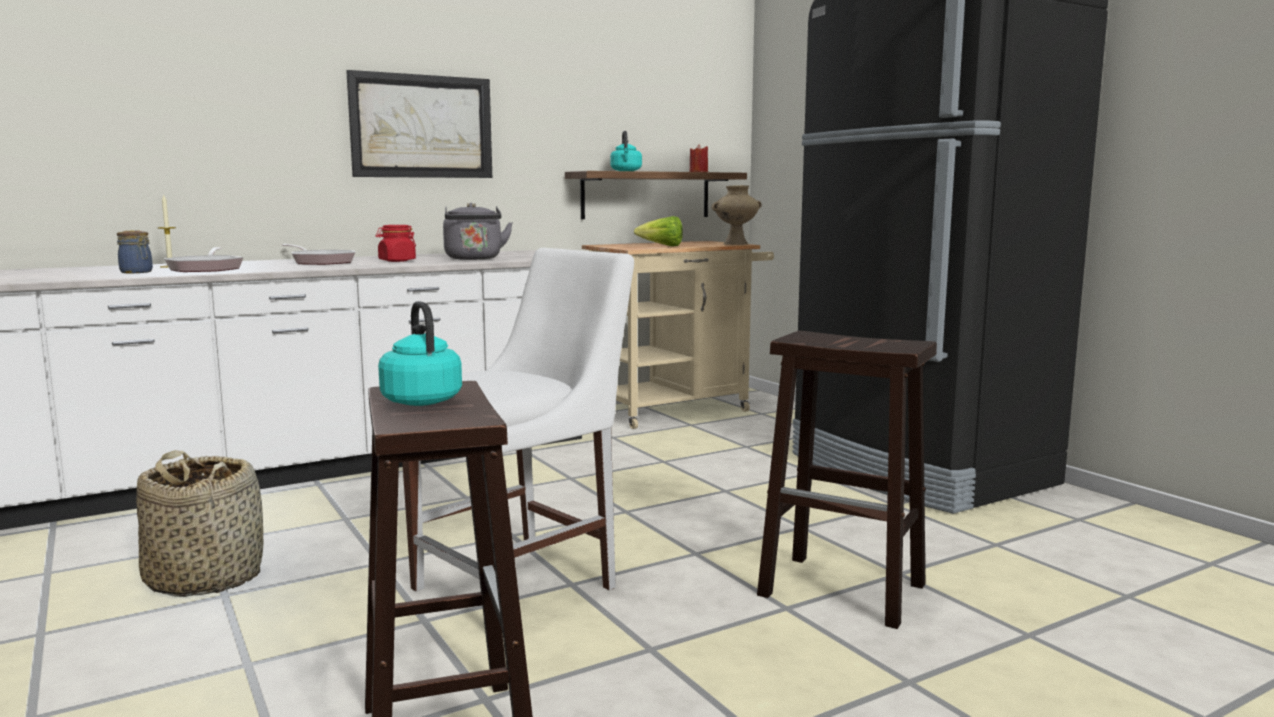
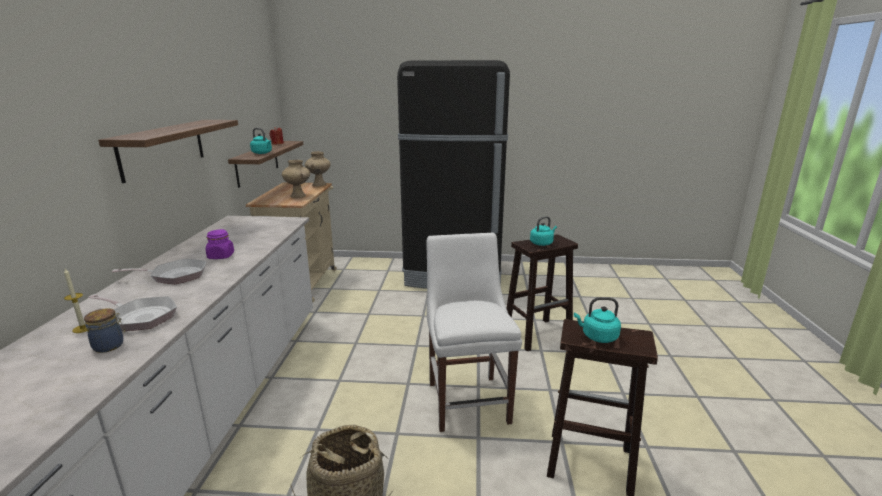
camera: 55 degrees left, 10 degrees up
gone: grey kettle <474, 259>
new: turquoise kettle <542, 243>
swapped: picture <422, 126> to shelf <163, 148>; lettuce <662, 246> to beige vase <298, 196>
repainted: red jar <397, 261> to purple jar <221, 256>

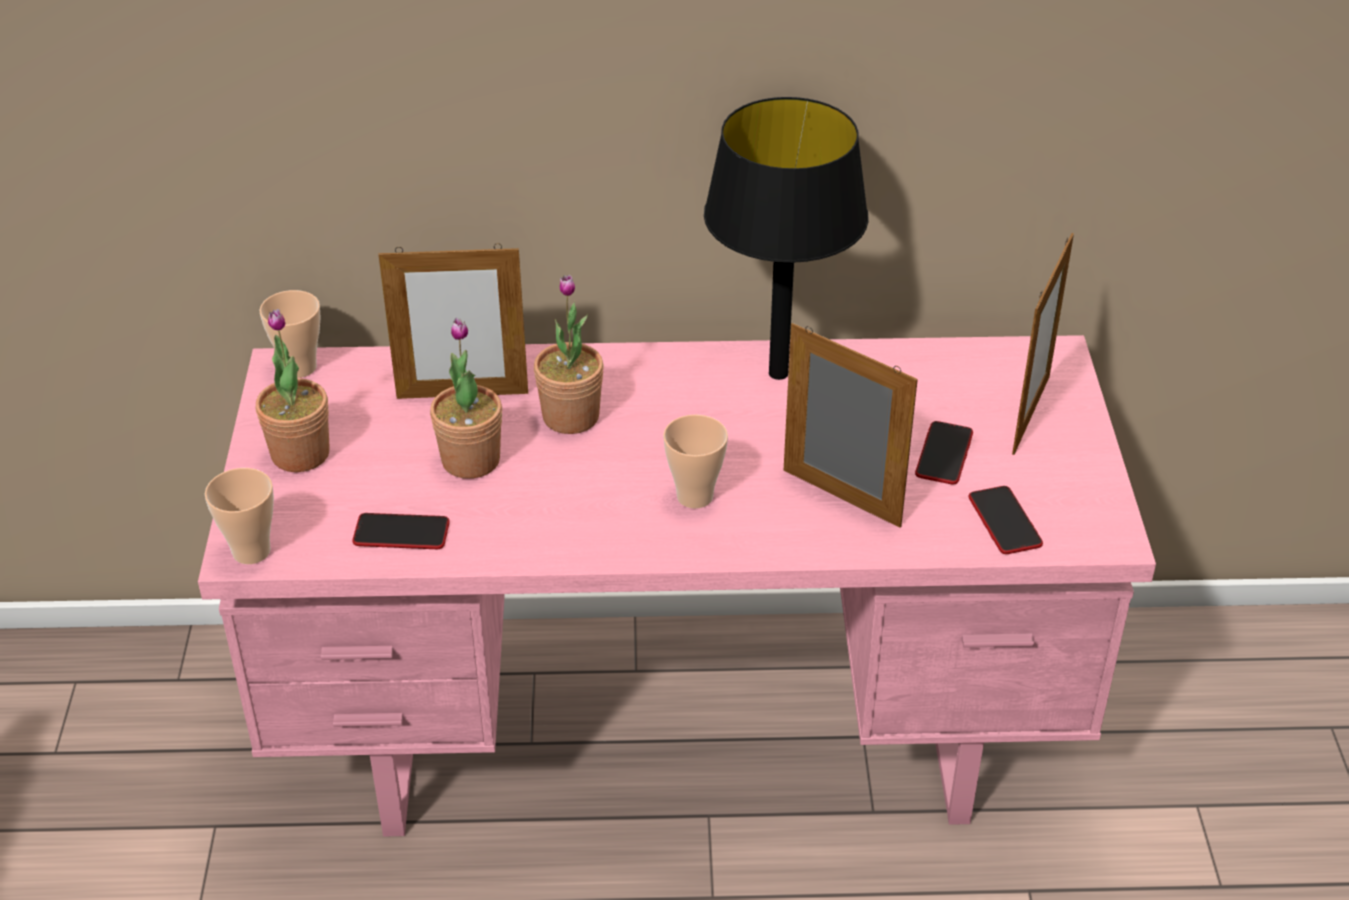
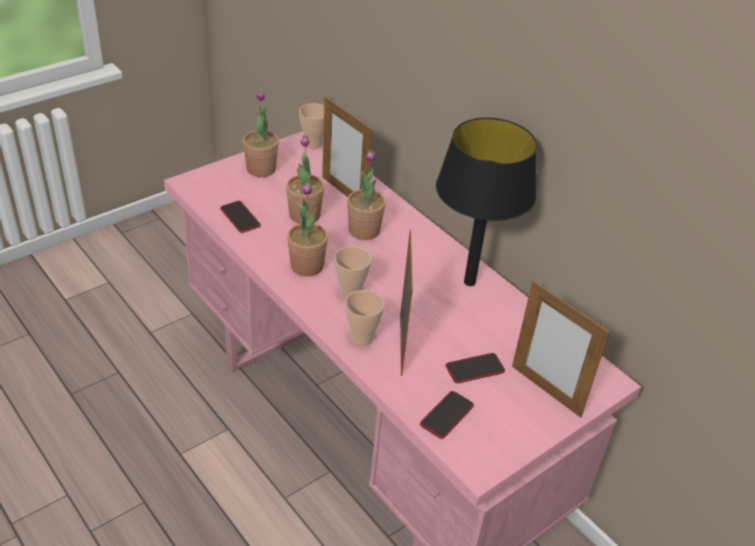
camera: 50 degrees right, 0 degrees up
new: potted plant <307, 266>
shifted: cup <251, 551> to <362, 338>
rotated: picture frame <1031, 414> = <546, 391> 60 degrees clockwise

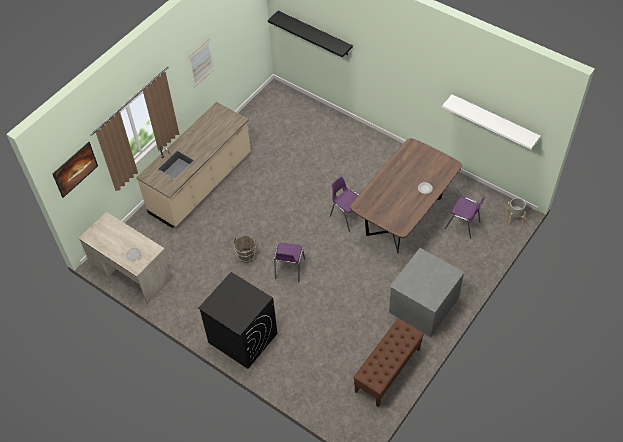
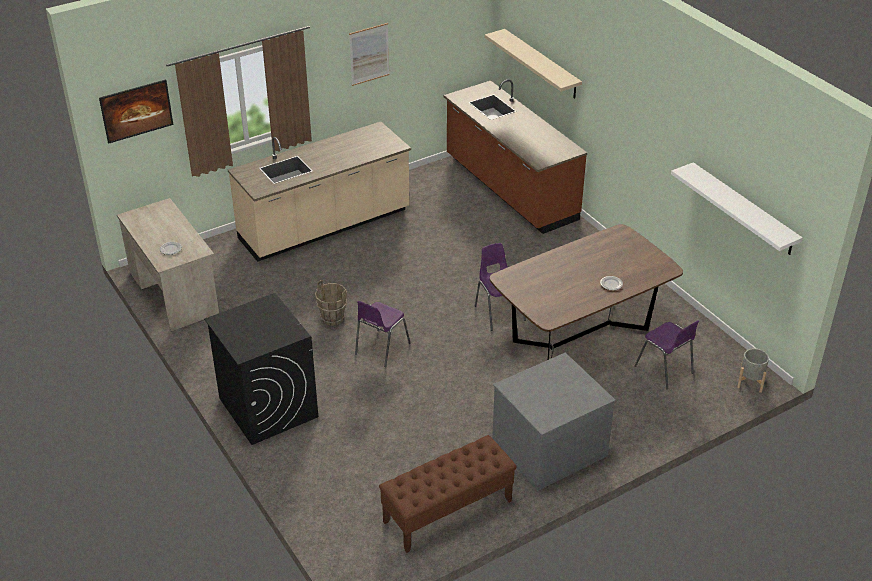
camera: 20 degrees right, 15 degrees down
new: brown counter <509, 189>
repainted: black shelf <314, 33> to beige shelf <541, 64>

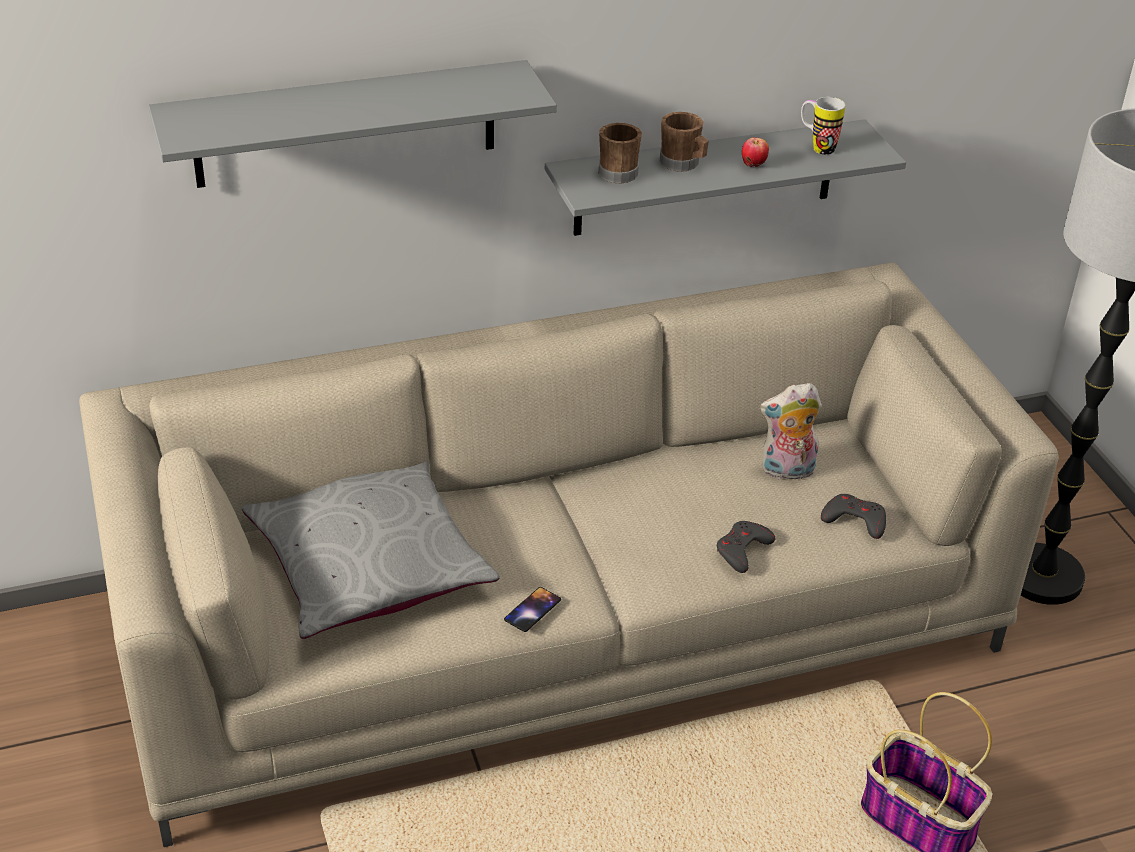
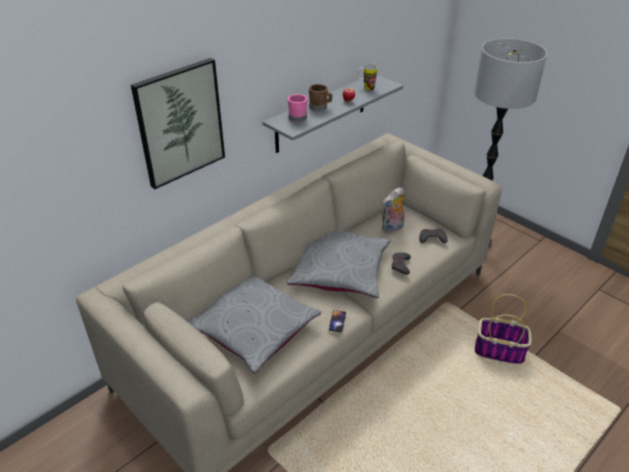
camera: 25 degrees left, 0 degrees up
new: grey pillow <340, 271>
swapped: grey shelf <345, 124> to picture <180, 123>
repainted: brown mug <619, 171> to pink mug <297, 117>

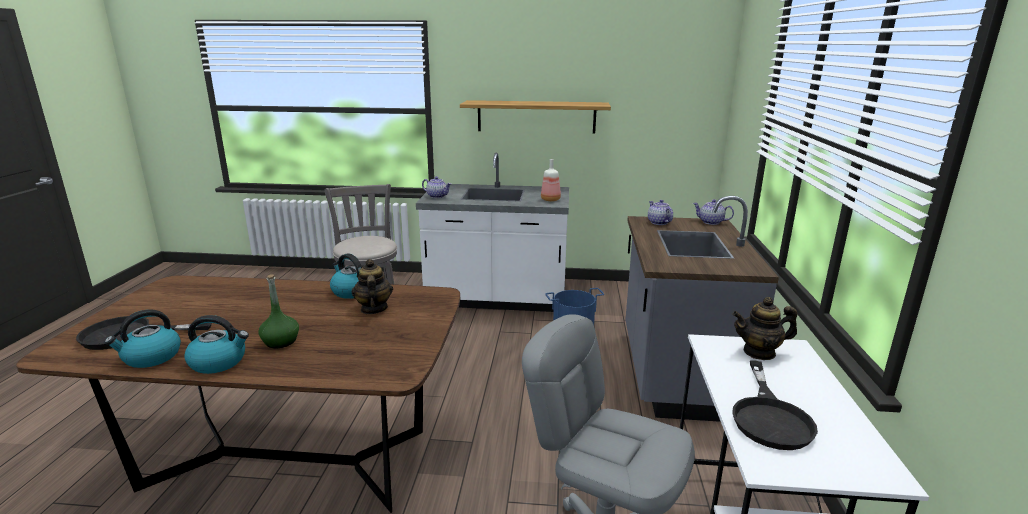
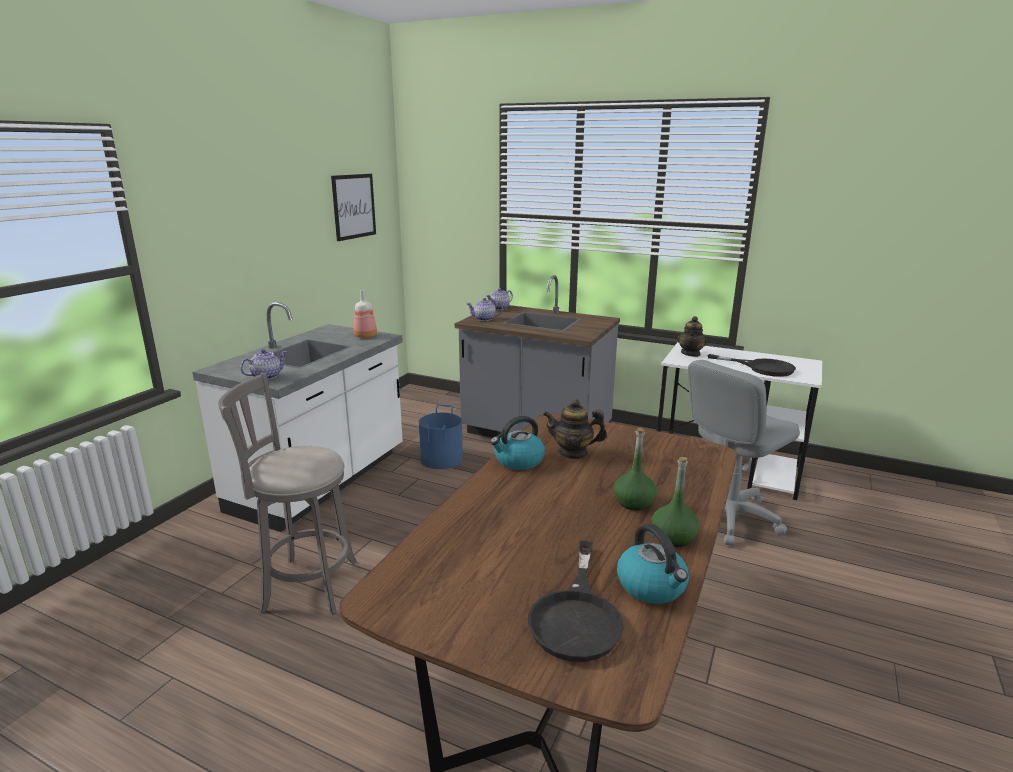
camera: 70 degrees left, 0 degrees up
gone: shelf <536, 116>
new: picture <354, 206>
swapped: kettle <219, 362> to green bottle <673, 537>

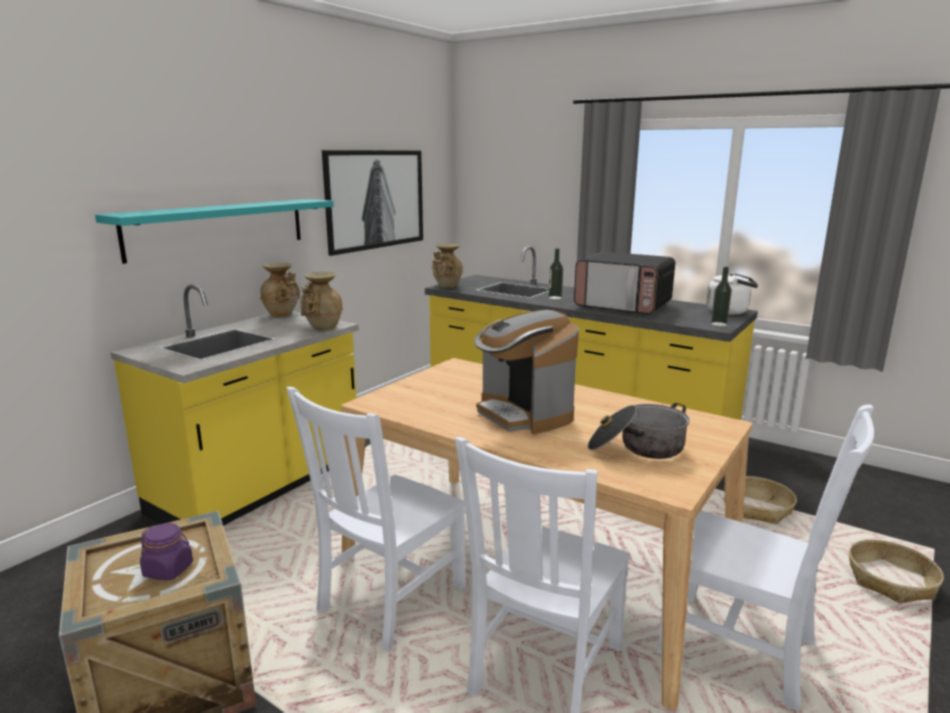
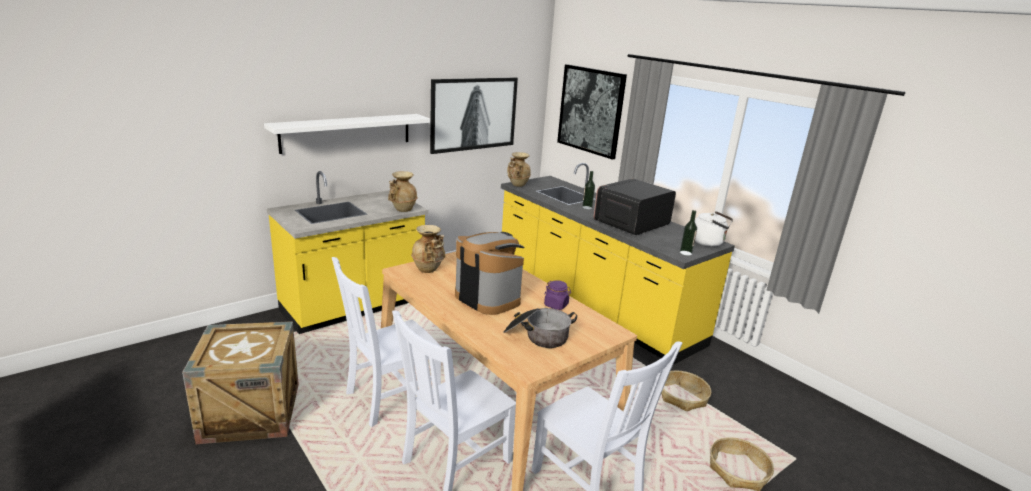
camera: 15 degrees right, 5 degrees up
new: picture <590, 110>
shifted: purple jar <168, 570> to <556, 305>; beige vase <283, 314> to <429, 269>
repainted: turquoise shelf <219, 228> to white shelf <347, 132>
rotated: coffee machine <524, 414> = <488, 298> 150 degrees clockwise; microwave <623, 306> = <631, 224> 90 degrees clockwise

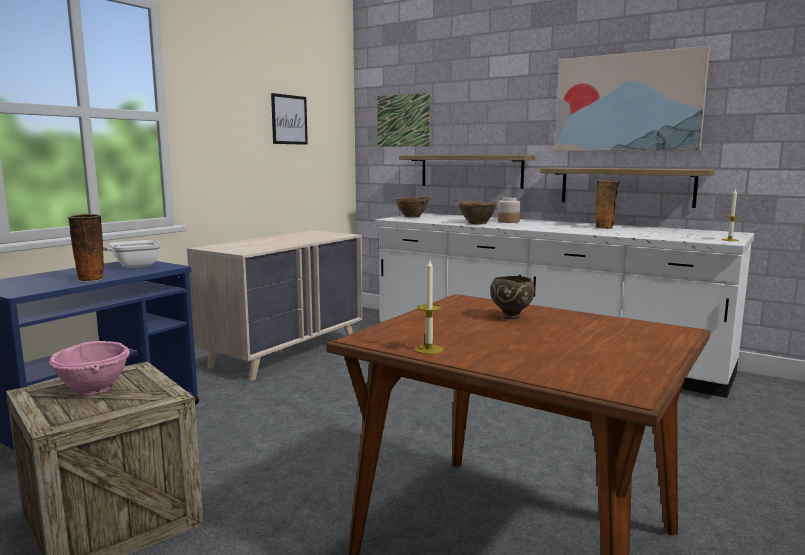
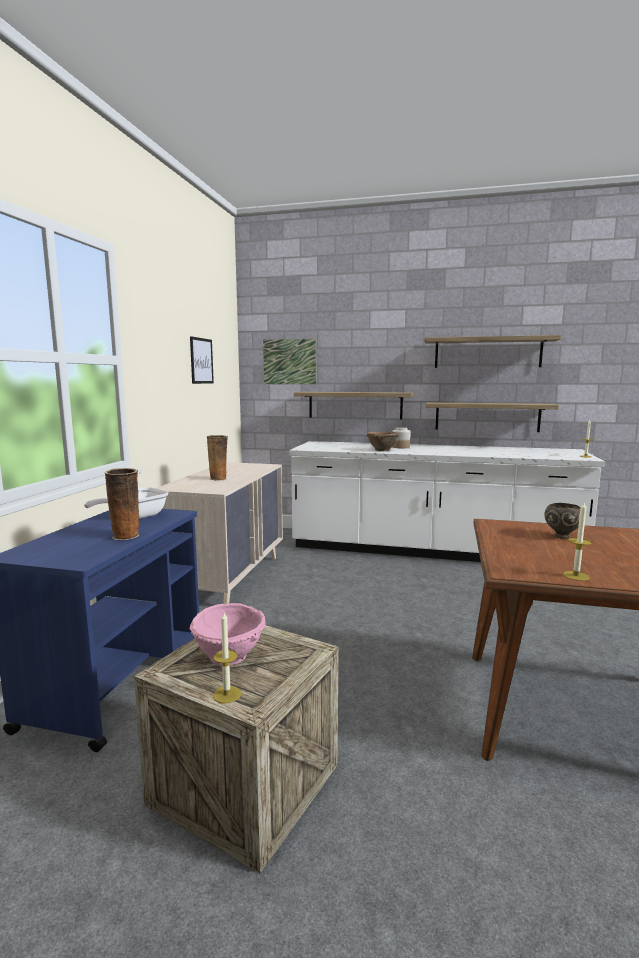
camera: 20 degrees left, 0 degrees up
gone: brown bowl <412, 217>
new: candle <227, 694>
shifted: vase <604, 228> to <219, 479>
swapped: picture <627, 102> to shelf <487, 352>

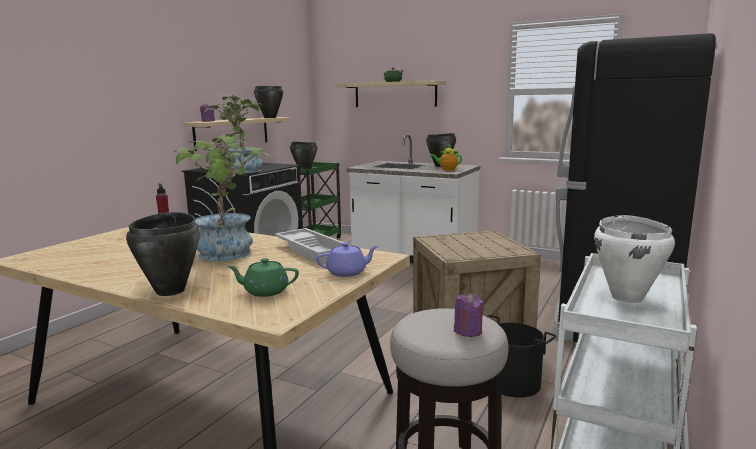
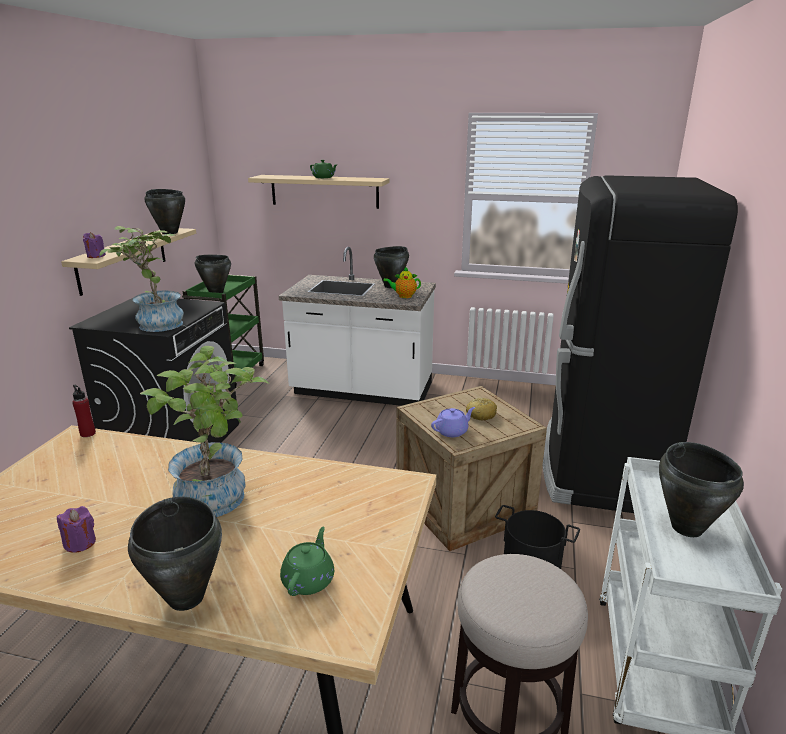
camera: 15 degrees left, 10 degrees up
gone: white tray <314, 251>
new: bread <481, 415>
shifted: purple teapot <347, 272> to <452, 431>; purple candle <468, 331> to <80, 543>
repainted: white cooking pot <627, 297> to black cooking pot <687, 527>
rotated: green teapot <265, 291> = <309, 580> 120 degrees clockwise

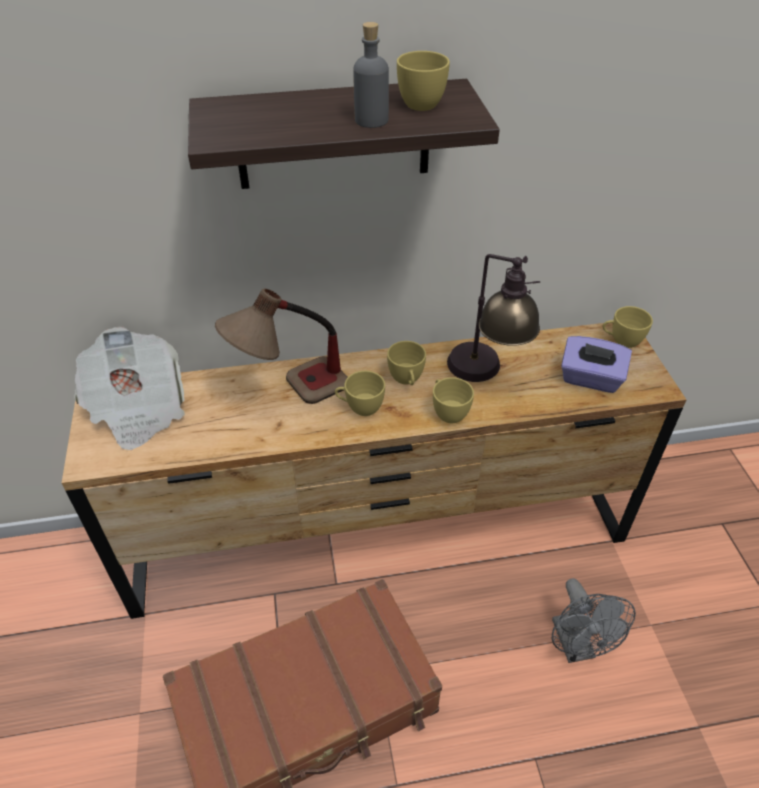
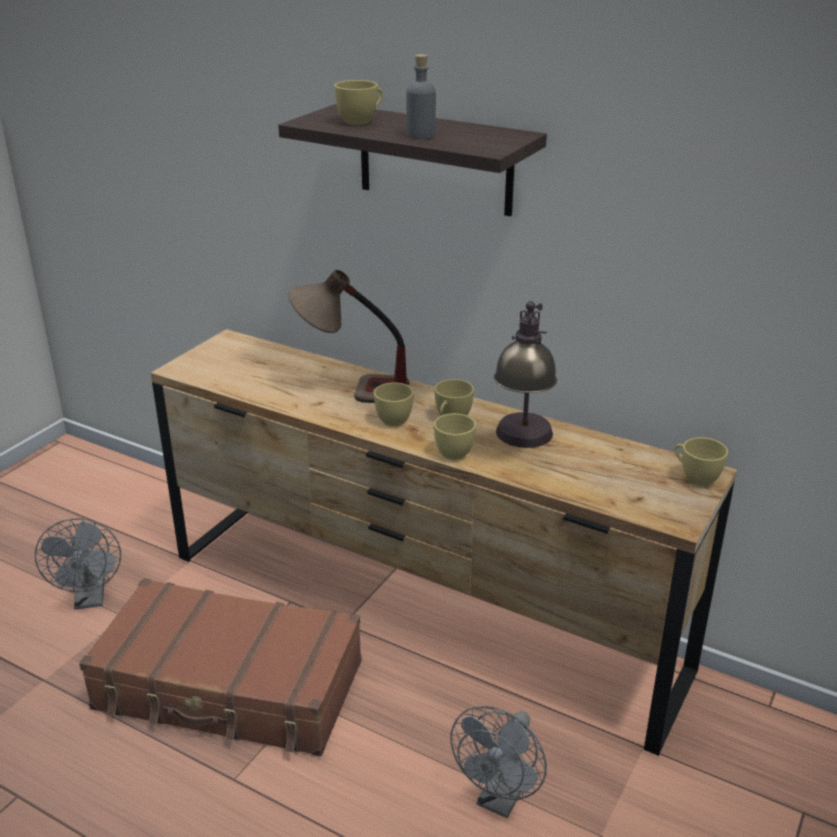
camera: 40 degrees right, 15 degrees down
gone: newspaper <137, 408>; purple tissue box <590, 379>
new: grey fan <90, 599>
shifted: yellow cup <422, 102> to <361, 121>

